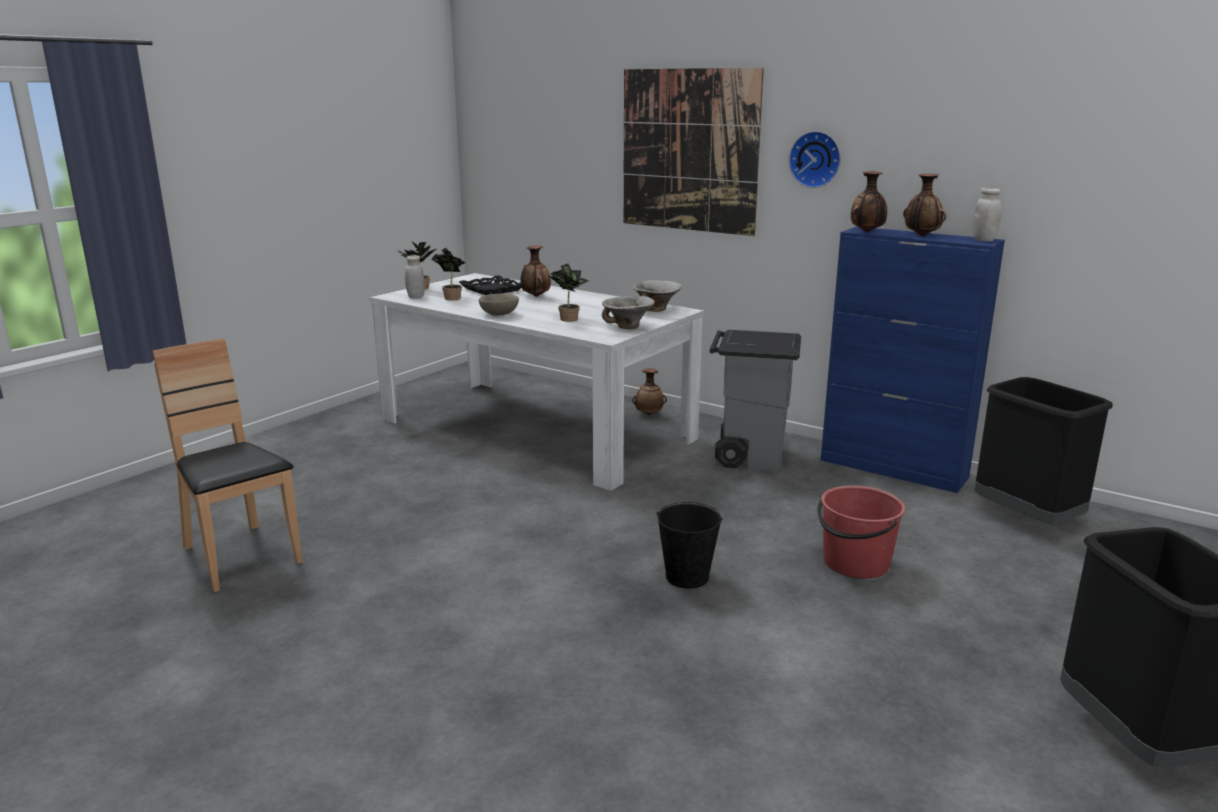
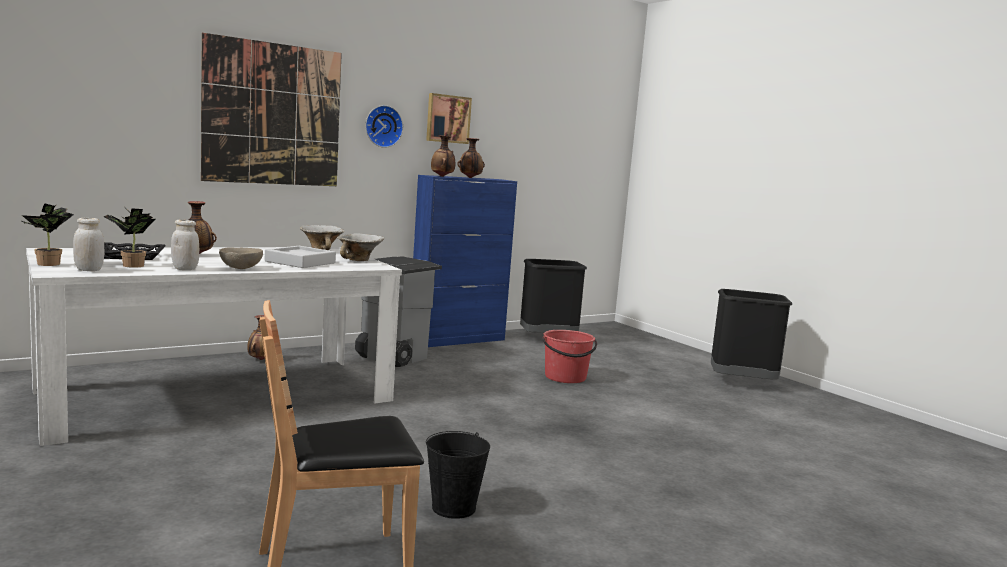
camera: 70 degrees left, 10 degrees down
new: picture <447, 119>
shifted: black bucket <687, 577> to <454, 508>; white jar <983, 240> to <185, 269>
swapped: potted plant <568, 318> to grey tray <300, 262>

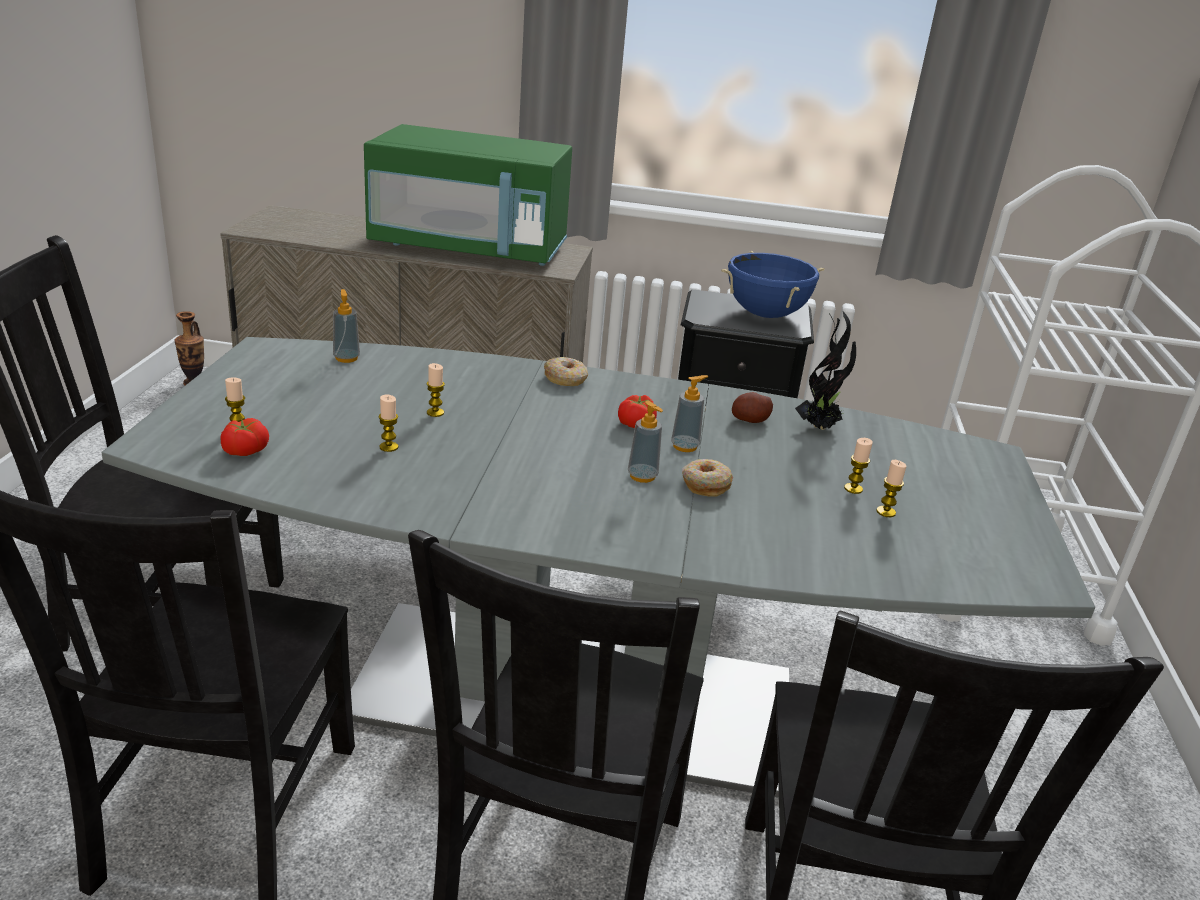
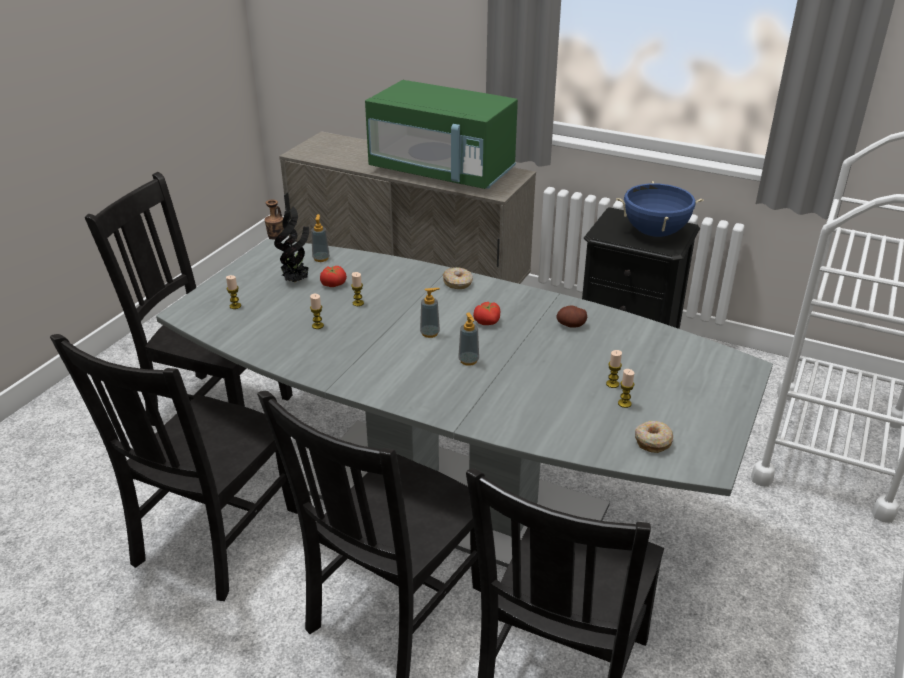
camera: 20 degrees right, 5 degrees up
shifted: tomato <244, 450> to <333, 283>; soap dispenser <685, 446> to <430, 333>; donut <705, 485> to <652, 441>; potted plant <819, 427> to <296, 281>

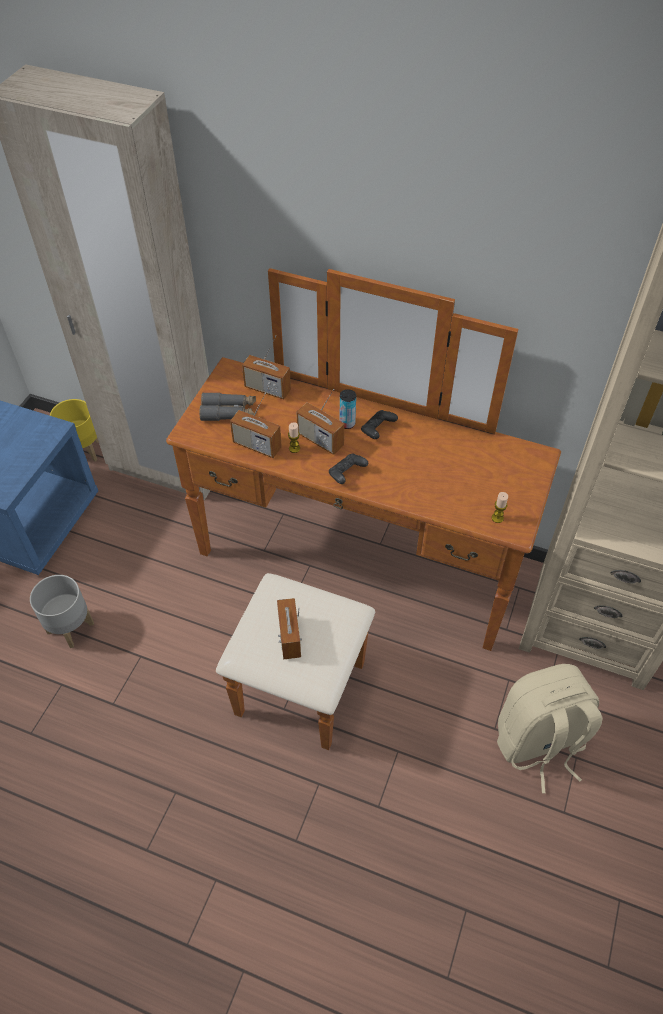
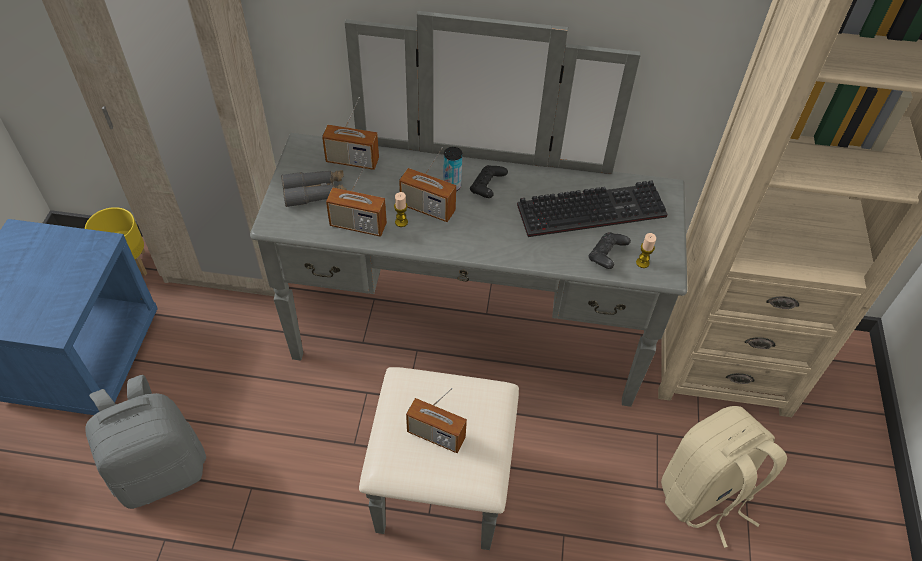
camera: 15 degrees left, 0 degrees up
new: keyboard <593, 209>
shifted: black game controller <346, 474> to <606, 256>
swapped: grey planter <71, 627> to grey backpack <161, 470>
repainted: brown dresser <346, 588> to grey dresser <463, 367>
rotated: radio <289, 637> = <436, 435> 45 degrees counterclockwise

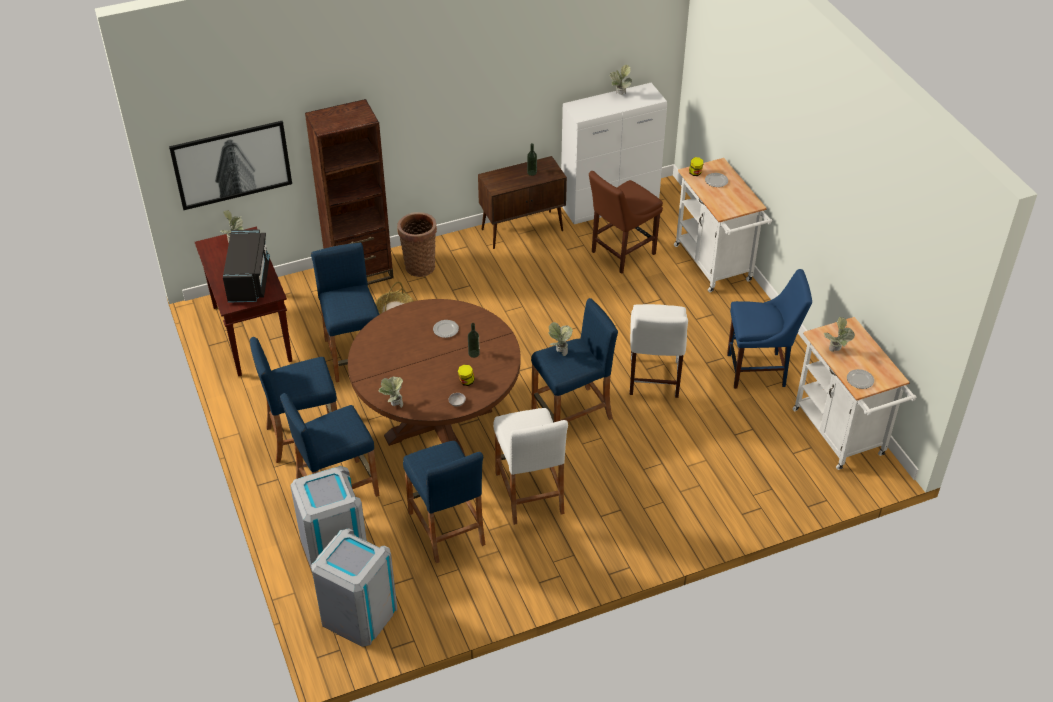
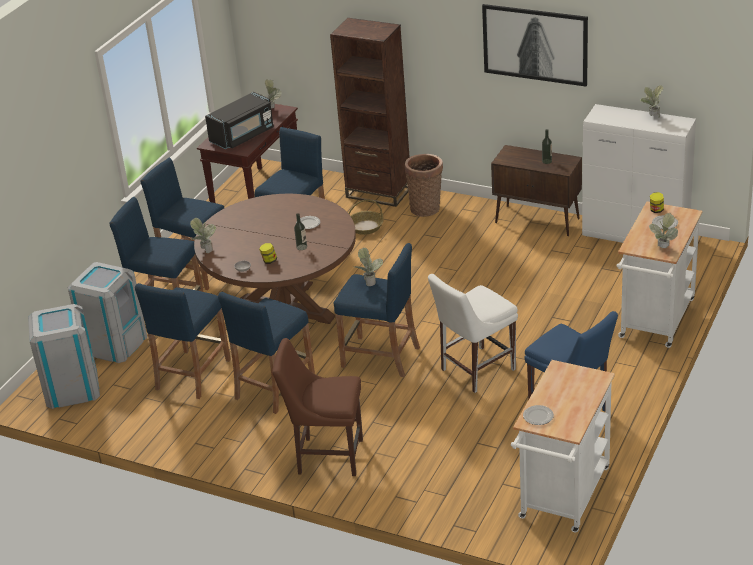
camera: 50 degrees right, 10 degrees down
shifted: picture <232, 164> to <535, 44>; brown chair <620, 253> to <326, 456>; potted plant <836, 351> to <662, 249>
repainted: white stool <529, 493> to blue stool <274, 387>

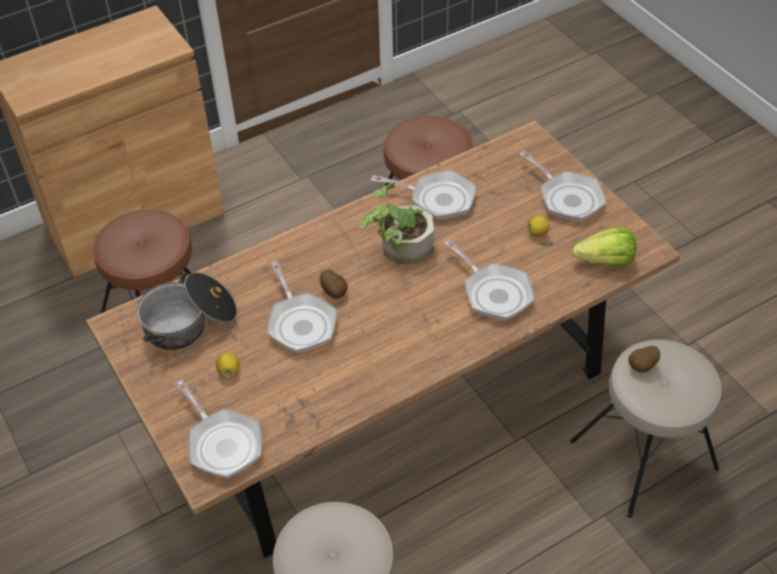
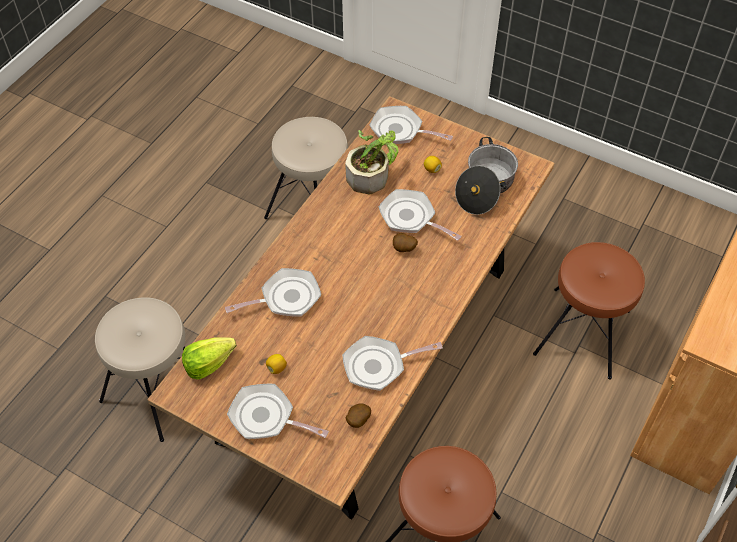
camera: 150 degrees right, 5 degrees up
shifted: potted plant <399, 247> to <372, 175>; potato <642, 367> to <357, 420>
rotated: frying pan <494, 292> = <286, 298> 135 degrees clockwise

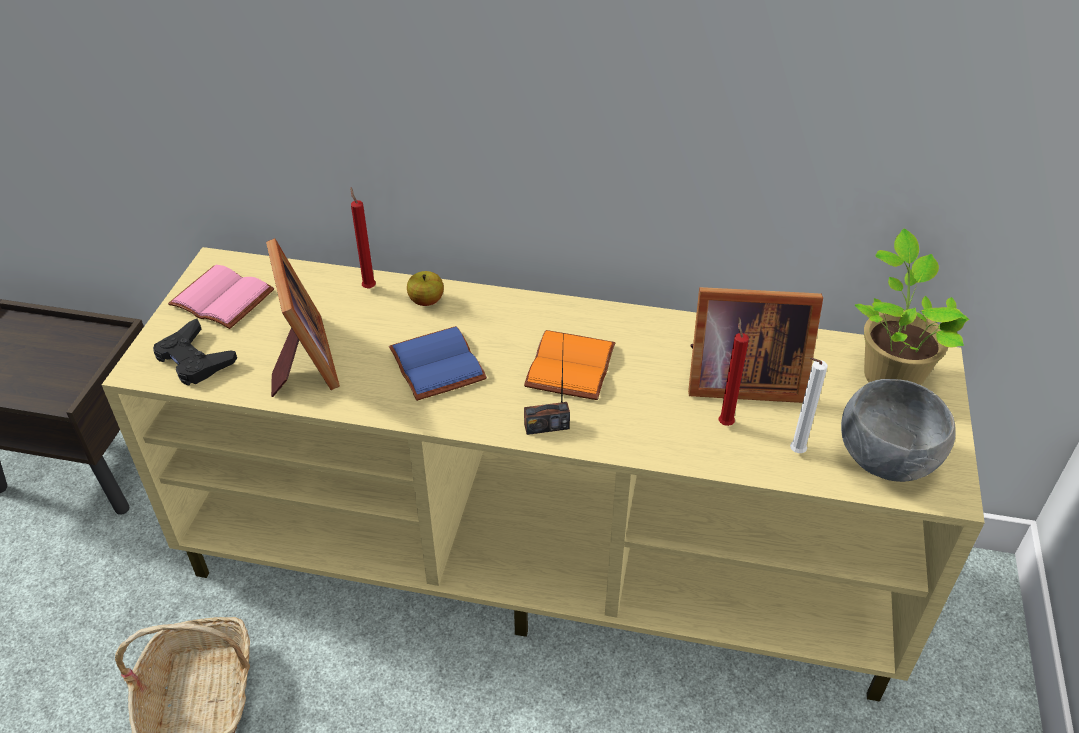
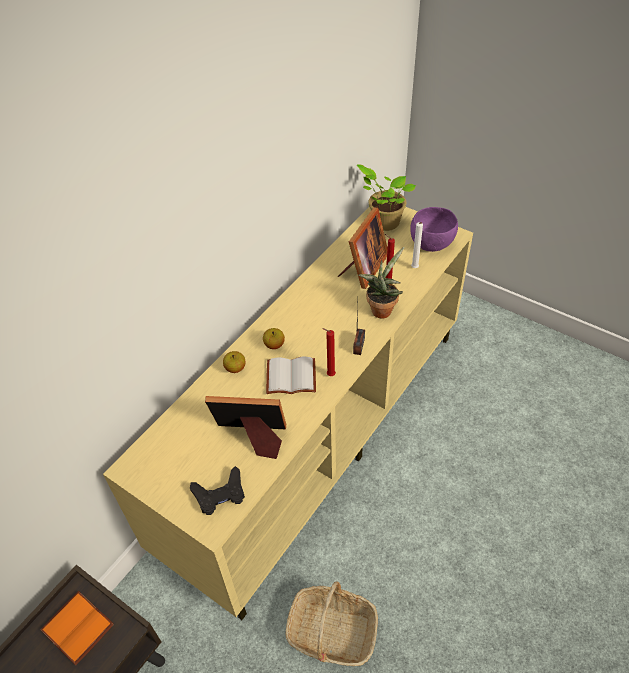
camera: 65 degrees left, 5 degrees up
gone: pink book <225, 298>
new: apple <274, 345>; potted plant <381, 309>
shifted: red candle <368, 287> to <329, 375>; orange book <572, 368> to <80, 627>
repainted: blue book <434, 364> to white book <290, 378>; grey bowl <885, 460> to purple bowl <431, 244>

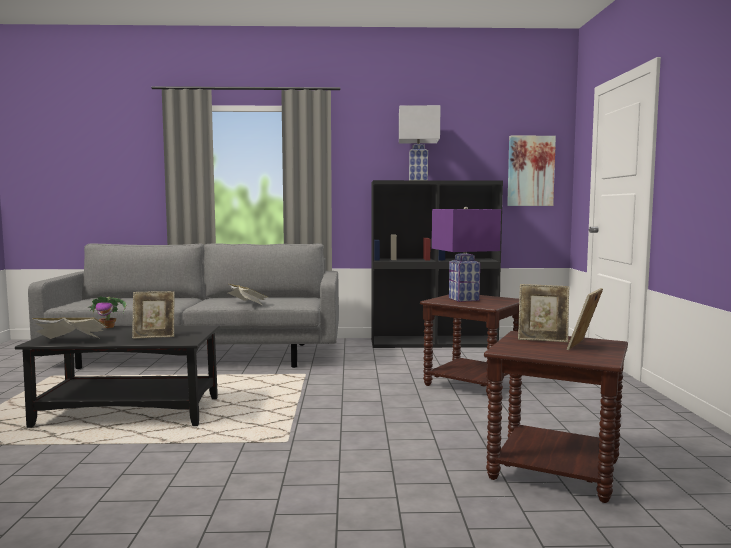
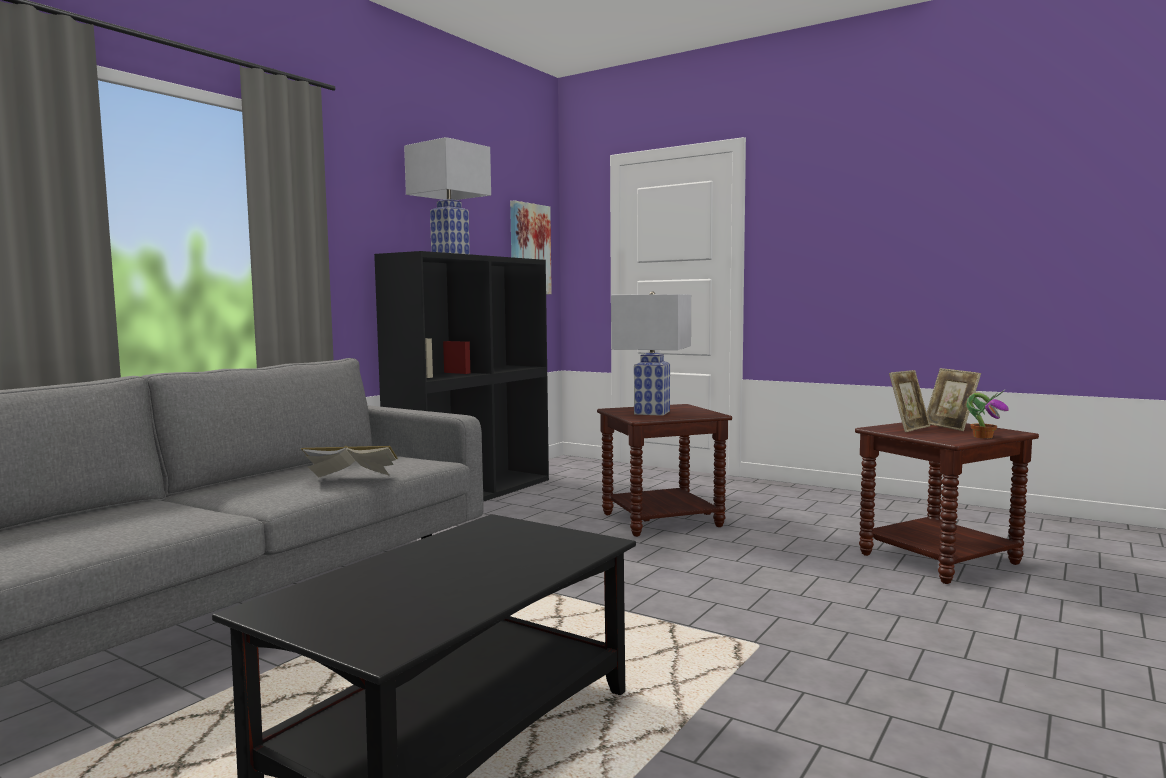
camera: 55 degrees left, 0 degrees up
gone: book <70, 341>; picture frame <154, 336>
shifted: potted plant <108, 327> to <982, 436>
repainted: purple table lamp <464, 299> to white table lamp <653, 413>

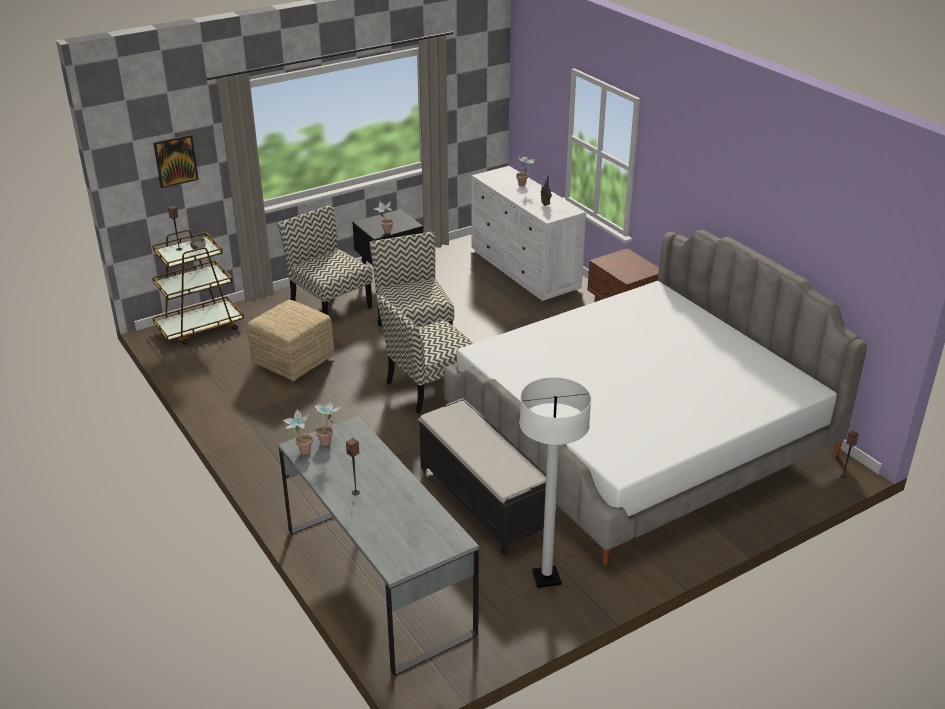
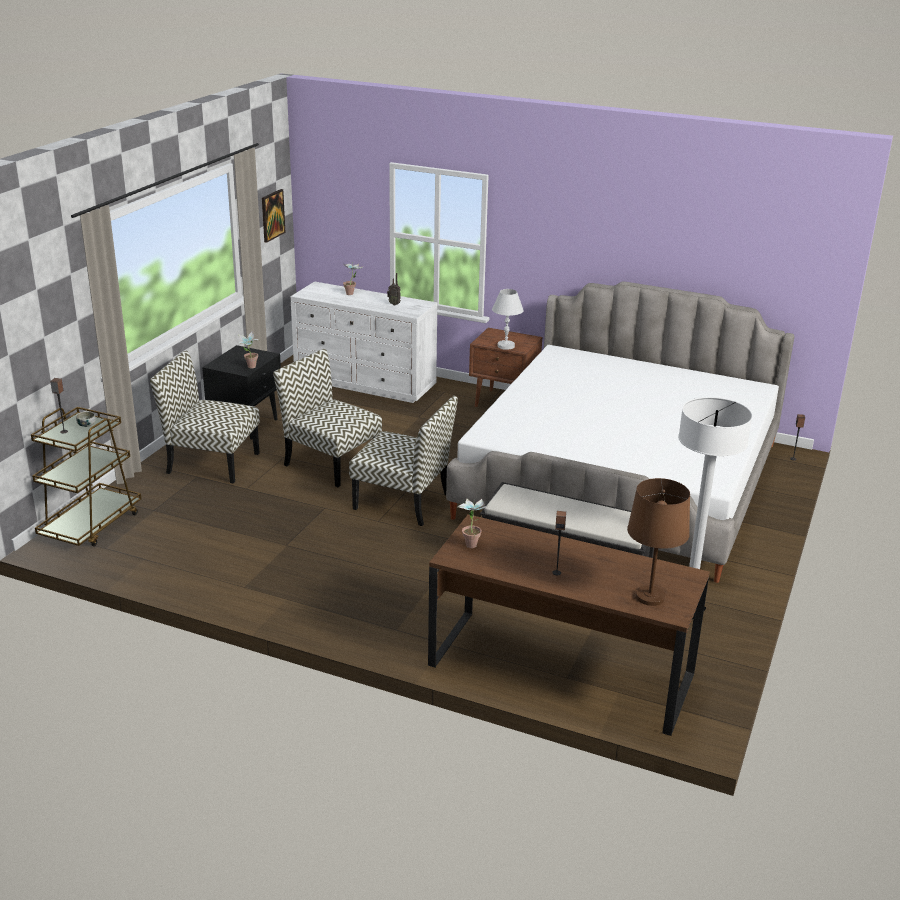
camera: 35 degrees left, 5 degrees down
gone: ottoman <293, 361>; potted plant <301, 452>
new: white table lamp <506, 346>; brown table lamp <650, 597>
shifted: picture <175, 160> to <272, 215>
repainted: grey desk <378, 580> to brown desk <560, 670>
rotated: chair <430, 387> = <404, 501> 90 degrees counterclockwise

